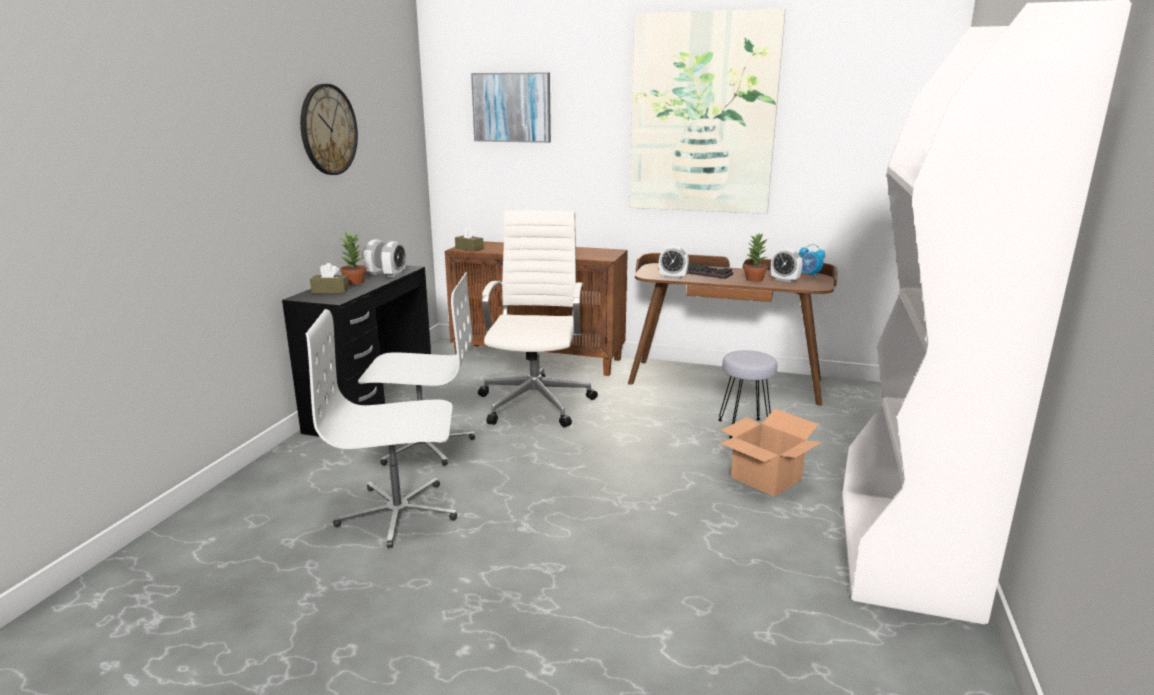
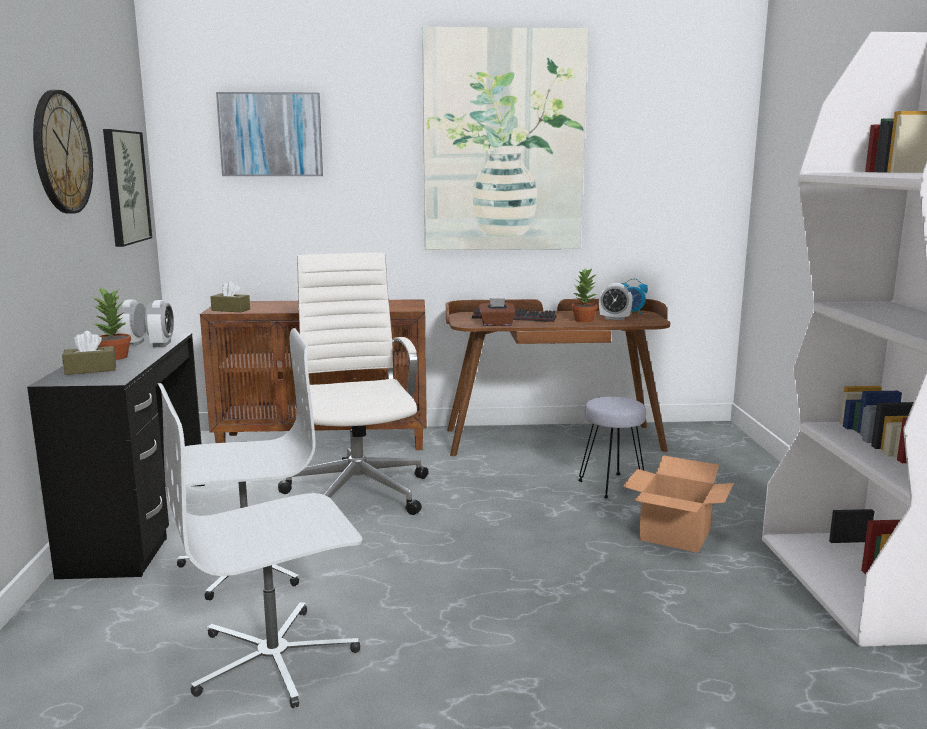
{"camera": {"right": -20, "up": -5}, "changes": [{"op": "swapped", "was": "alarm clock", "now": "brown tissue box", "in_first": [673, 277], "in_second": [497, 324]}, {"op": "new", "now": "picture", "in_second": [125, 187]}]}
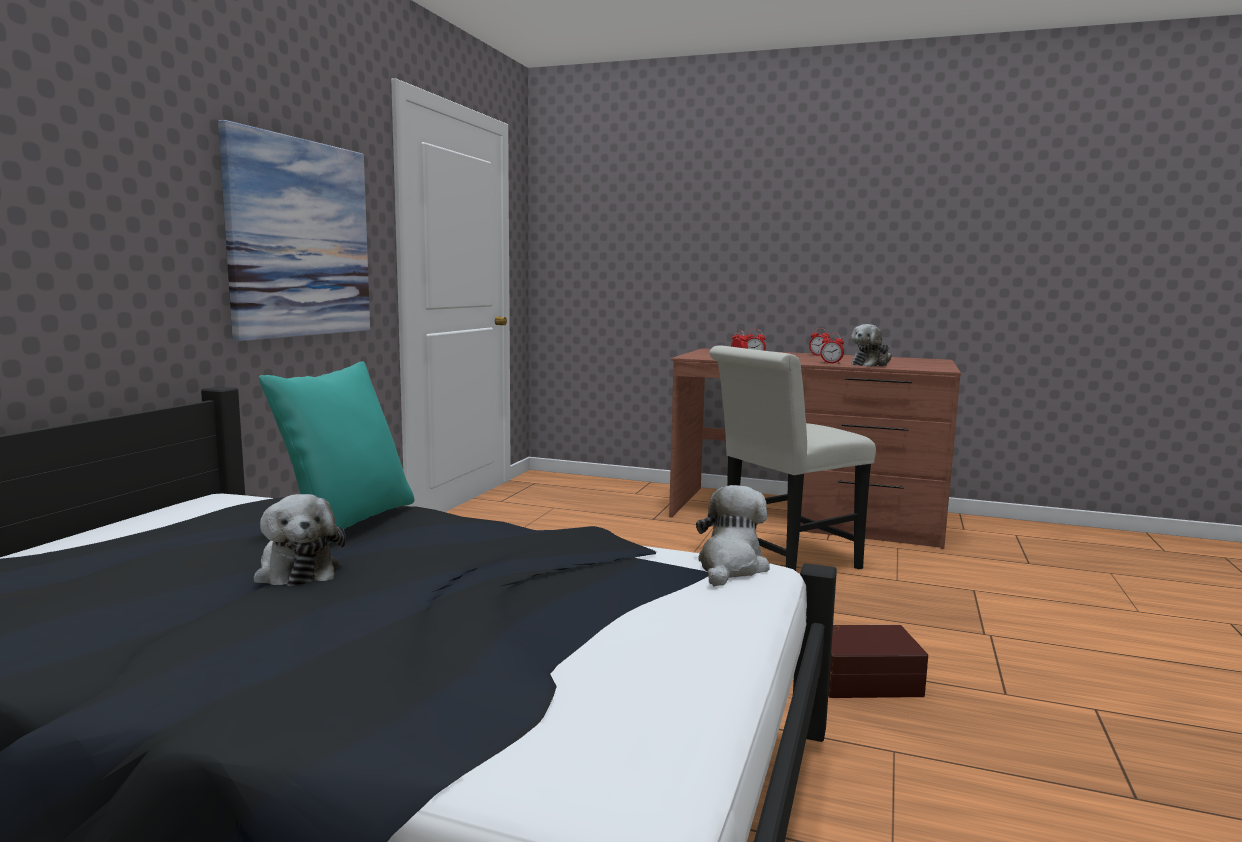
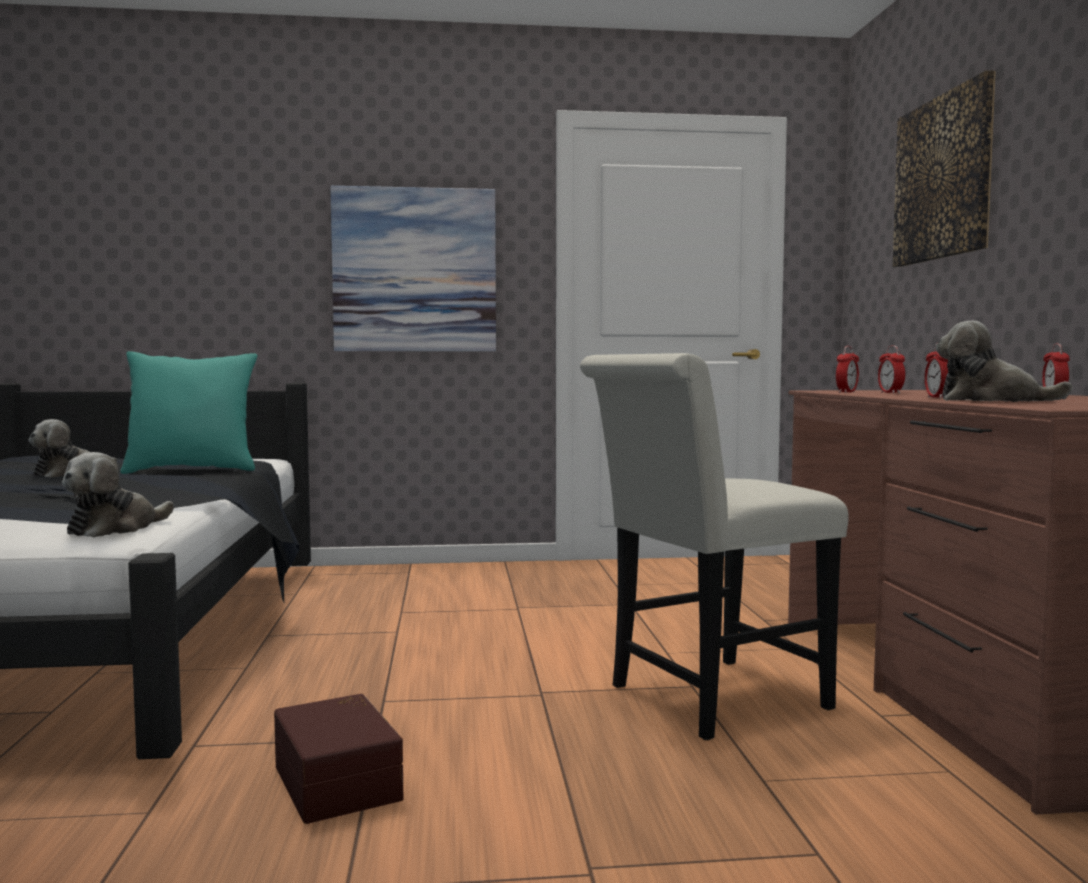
{"camera": {"right": 65, "up": -5}, "changes": [{"op": "rotated", "was": "white chair", "in_first": [782, 564], "in_second": [706, 699], "clockwise": -60}, {"op": "rotated", "was": "plush toy", "in_first": [730, 567], "in_second": [116, 528], "clockwise": 120}, {"op": "new", "now": "picture", "in_second": [943, 178]}]}
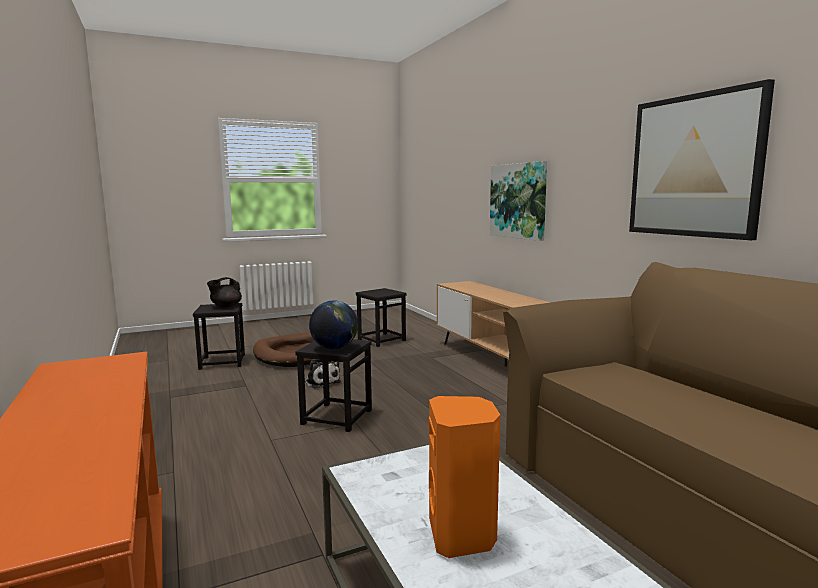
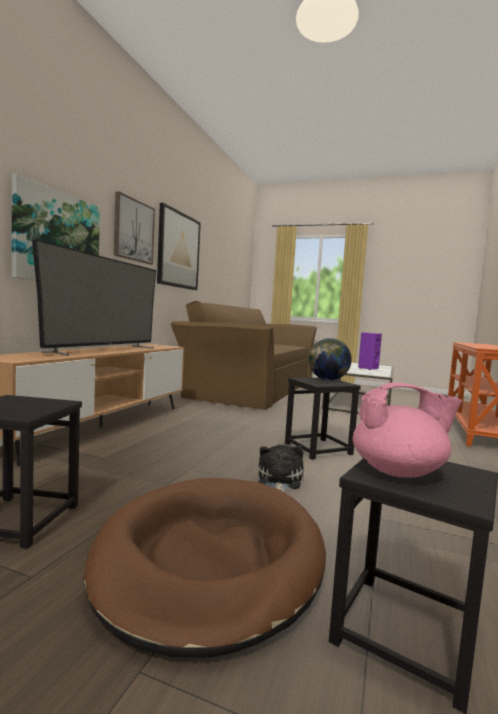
{"camera": {"right": -135, "up": -5}, "changes": [{"op": "repainted", "was": "black teapot", "now": "pink teapot", "in_first": [226, 306], "in_second": [399, 472]}, {"op": "repainted", "was": "orange speaker", "now": "purple speaker", "in_first": [463, 535], "in_second": [367, 368]}, {"op": "new", "now": "picture", "in_second": [133, 230]}, {"op": "new", "now": "television", "in_second": [104, 350]}]}
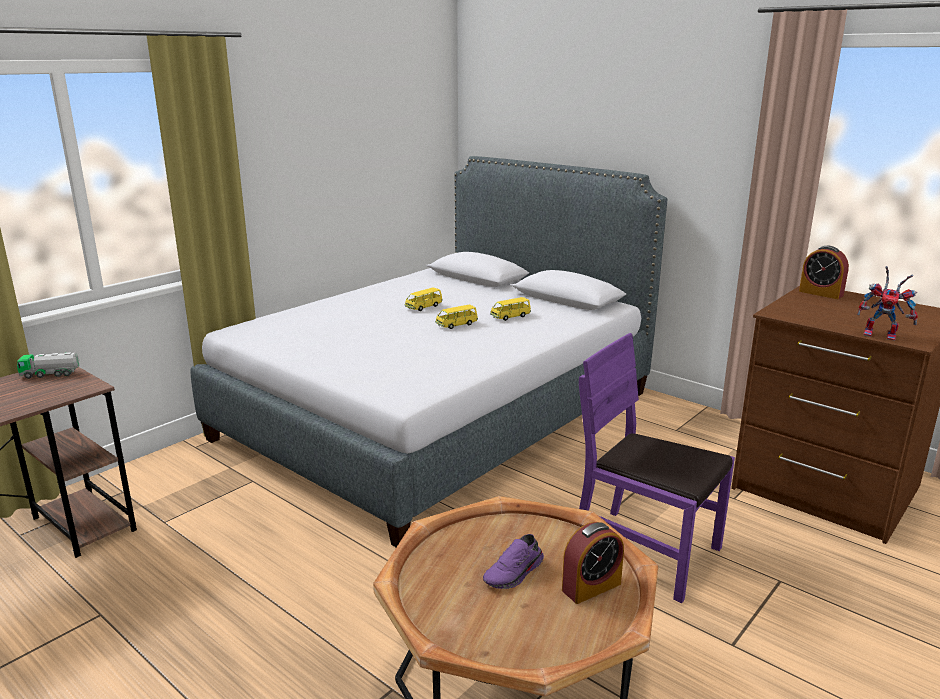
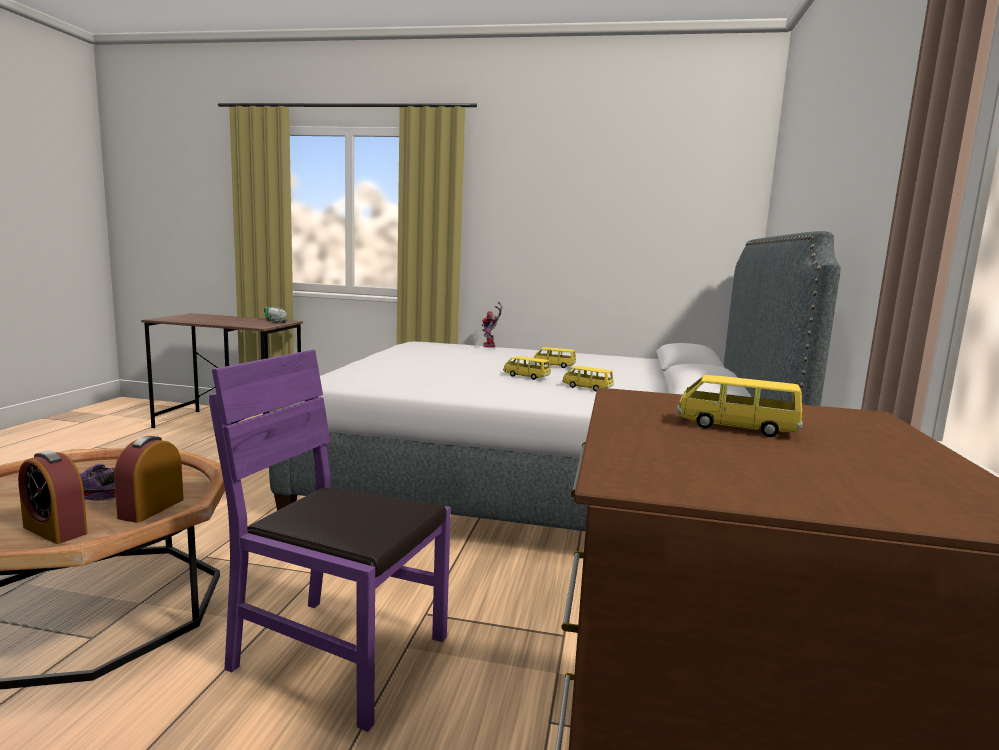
{"camera": {"right": 60, "up": -10}, "changes": [{"op": "shifted", "was": "alarm clock", "in_first": [821, 293], "in_second": [151, 509]}, {"op": "shifted", "was": "toy robot", "in_first": [882, 335], "in_second": [490, 346]}, {"op": "rotated", "was": "purple chair", "in_first": [646, 552], "in_second": [340, 655], "clockwise": -75}, {"op": "new", "now": "yellow toy car", "in_second": [736, 427]}]}
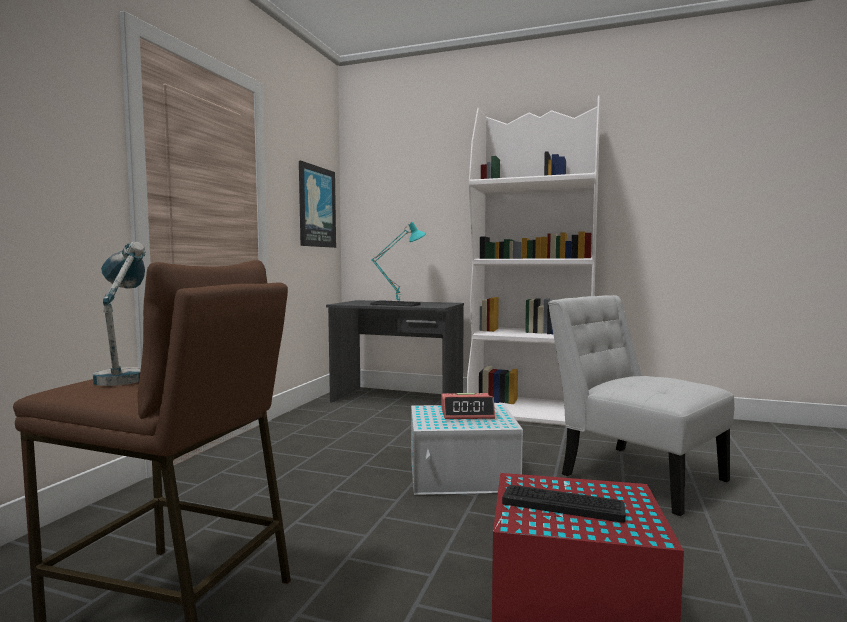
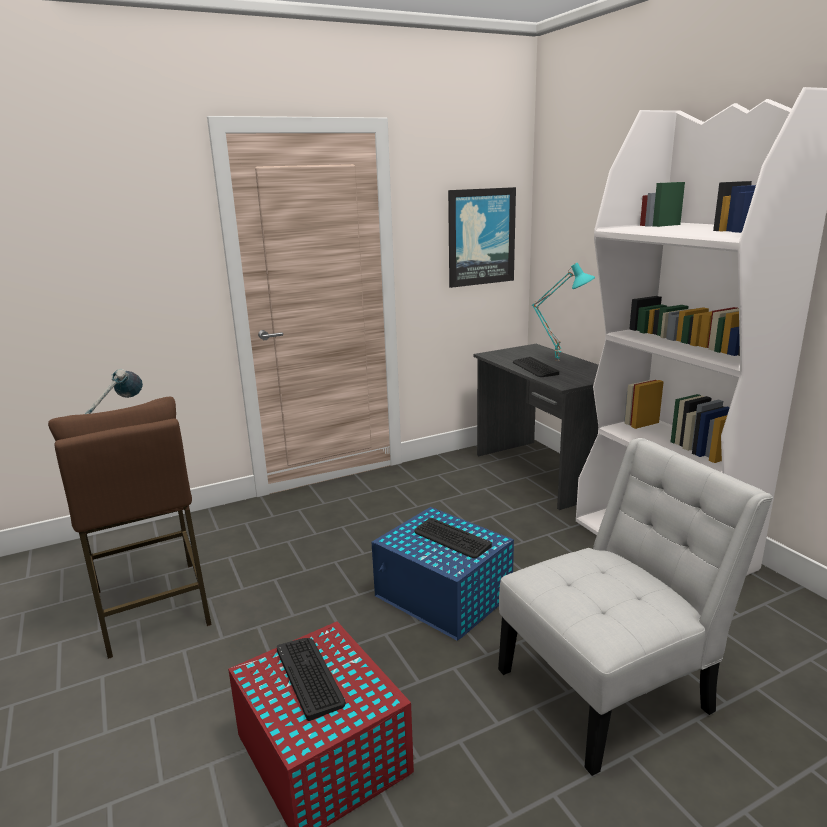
{"camera": {"right": 45, "up": 15}, "changes": [{"op": "rotated", "was": "white chair", "in_first": [635, 474], "in_second": [612, 686], "clockwise": 60}, {"op": "swapped", "was": "alarm clock", "now": "keyboard", "in_first": [467, 414], "in_second": [451, 539]}, {"op": "repainted", "was": "white storage box", "now": "blue storage box", "in_first": [464, 475], "in_second": [444, 596]}]}
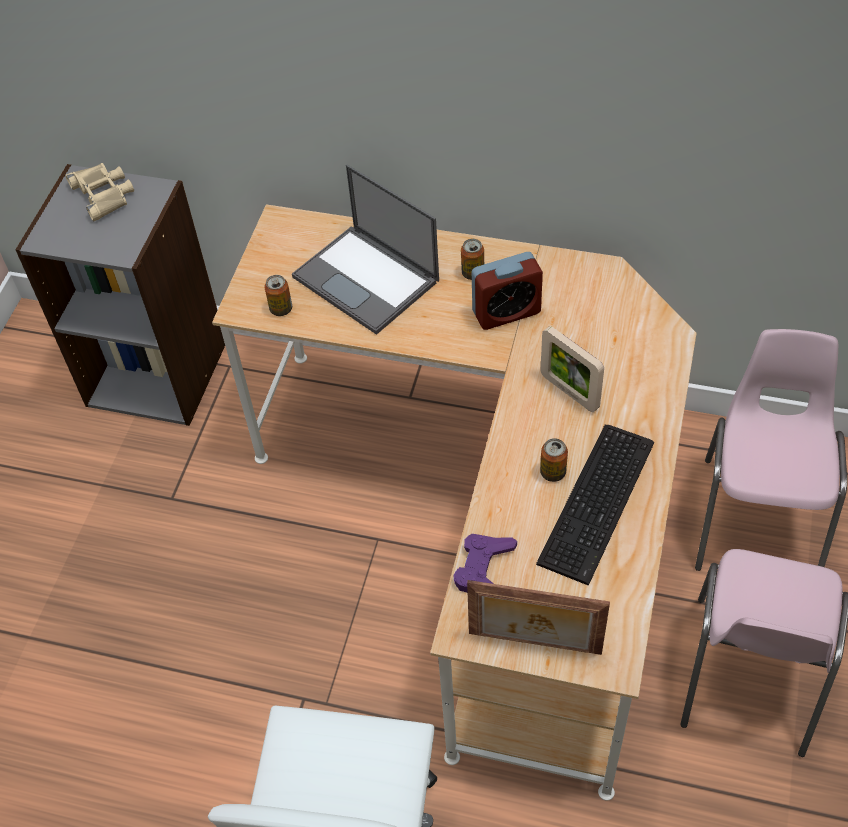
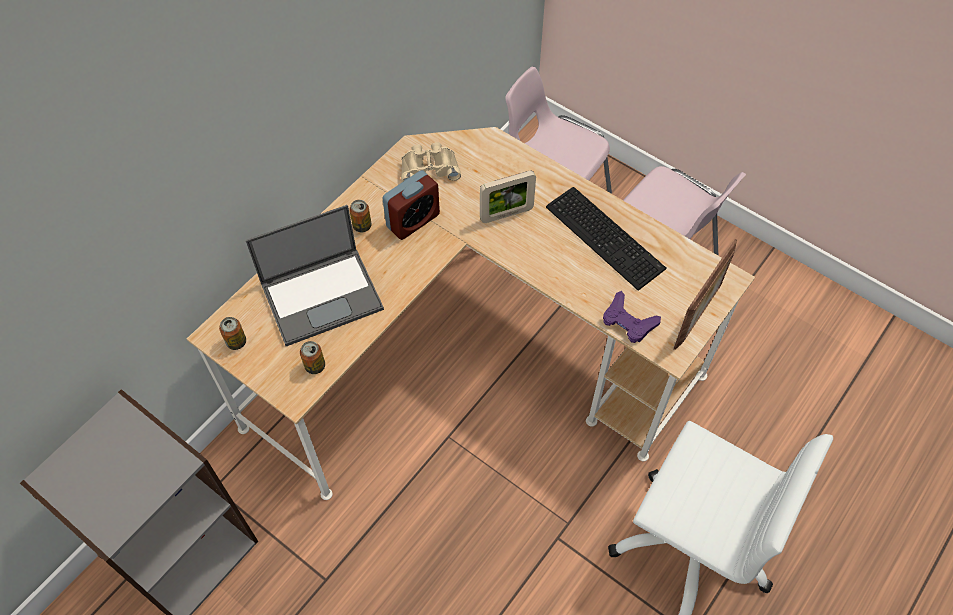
{"camera": {"right": -70, "up": 5}, "changes": [{"op": "shifted", "was": "beige binoculars", "in_first": [104, 194], "in_second": [429, 167]}, {"op": "rotated", "was": "alarm clock", "in_first": [506, 312], "in_second": [413, 221], "clockwise": 45}, {"op": "shifted", "was": "can", "in_first": [553, 472], "in_second": [236, 342]}]}
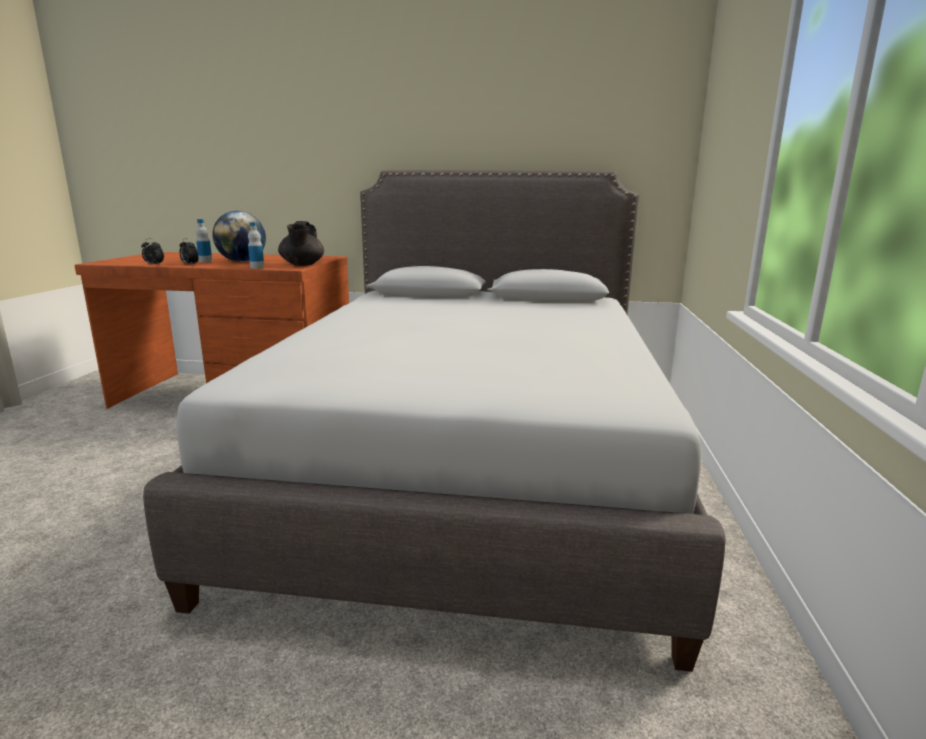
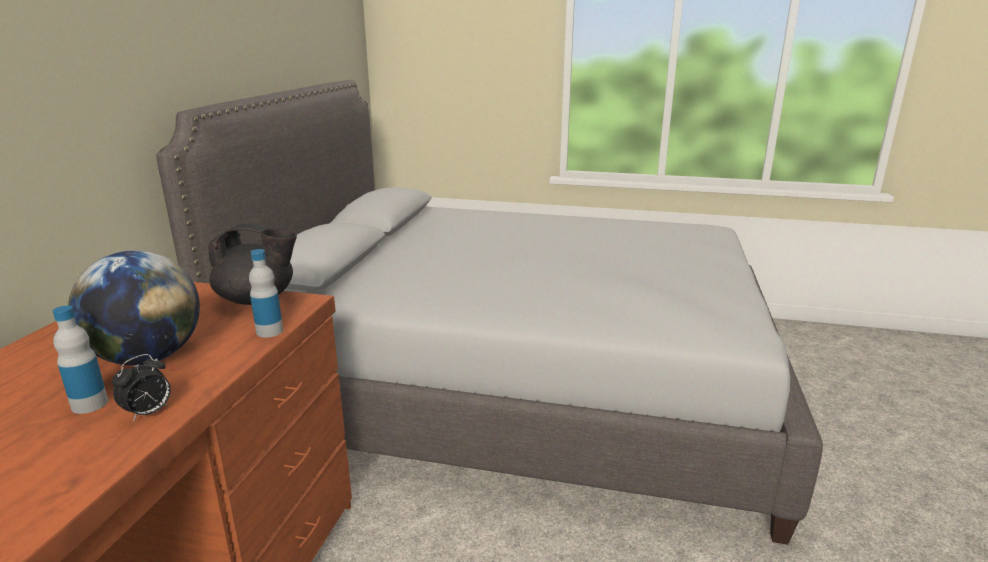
{"camera": {"right": -85, "up": 5}, "changes": [{"op": "gone", "was": "alarm clock", "in_first": [153, 265]}]}
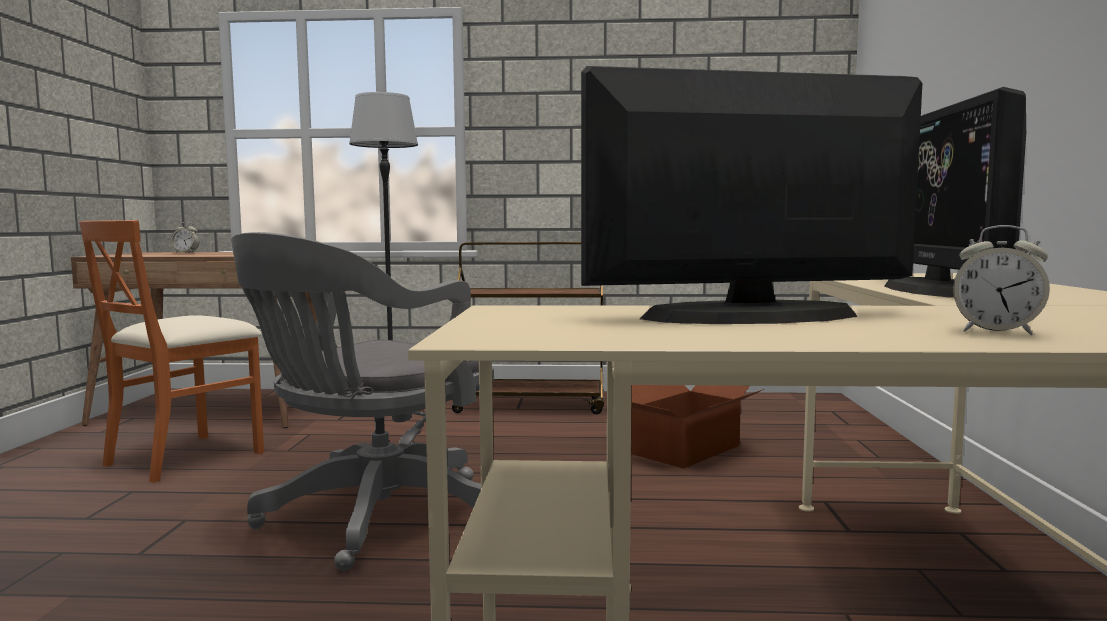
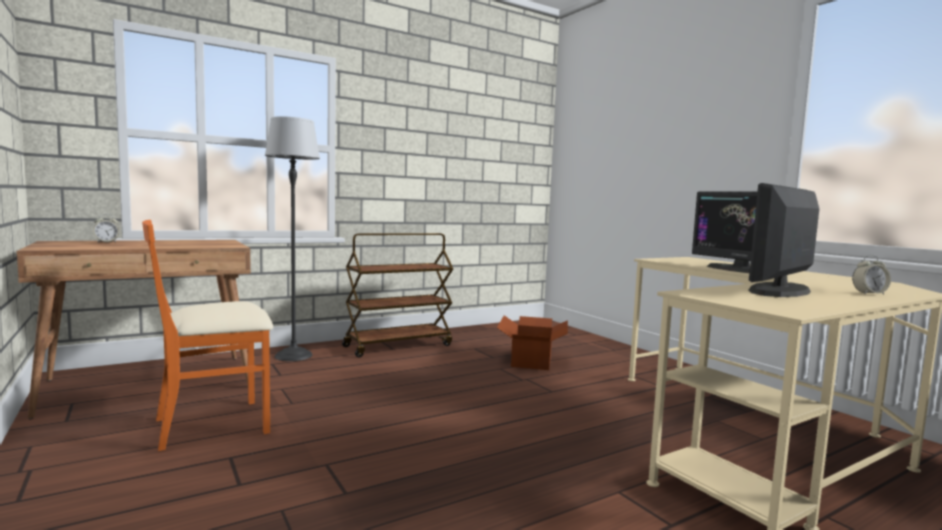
{"camera": {"right": -35, "up": 0}, "changes": [{"op": "rotated", "was": "orange chair", "in_first": [185, 457], "in_second": [214, 424], "clockwise": 60}, {"op": "gone", "was": "grey office chair", "in_first": [371, 519]}]}
